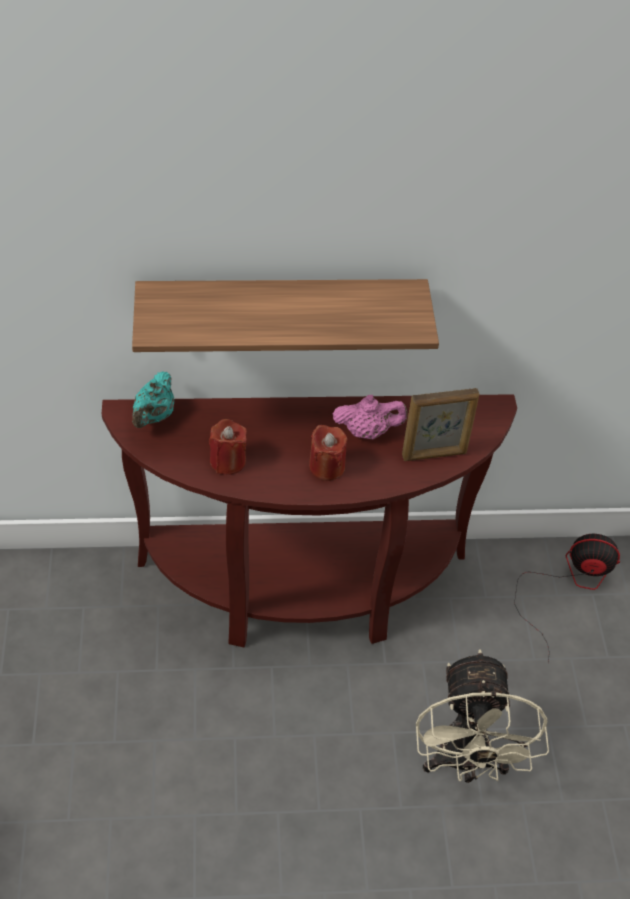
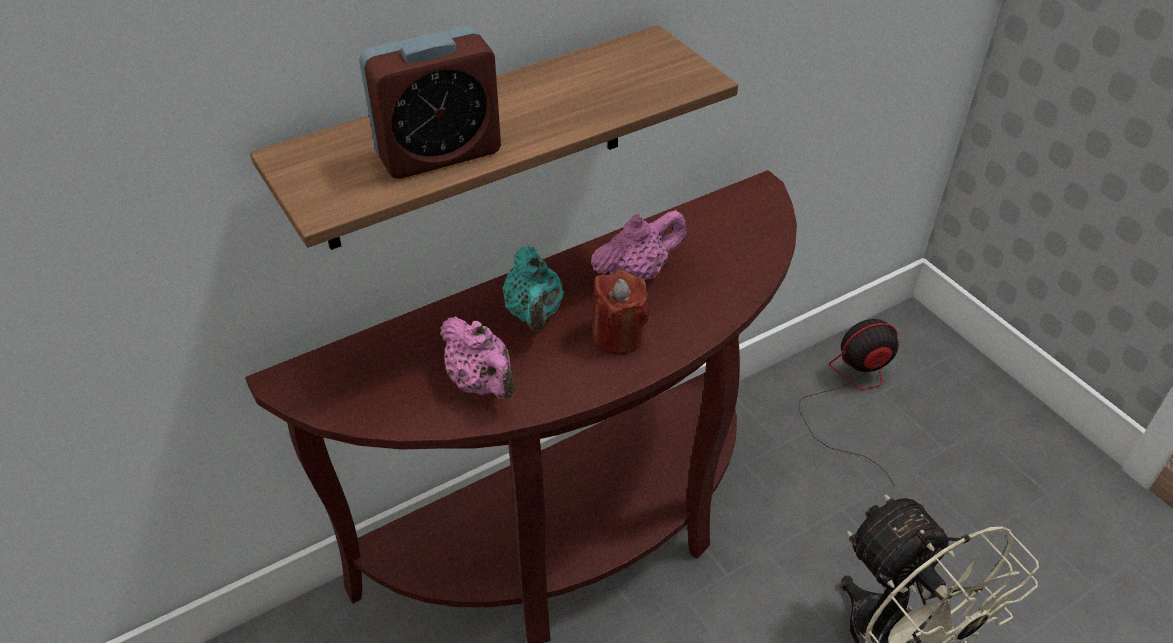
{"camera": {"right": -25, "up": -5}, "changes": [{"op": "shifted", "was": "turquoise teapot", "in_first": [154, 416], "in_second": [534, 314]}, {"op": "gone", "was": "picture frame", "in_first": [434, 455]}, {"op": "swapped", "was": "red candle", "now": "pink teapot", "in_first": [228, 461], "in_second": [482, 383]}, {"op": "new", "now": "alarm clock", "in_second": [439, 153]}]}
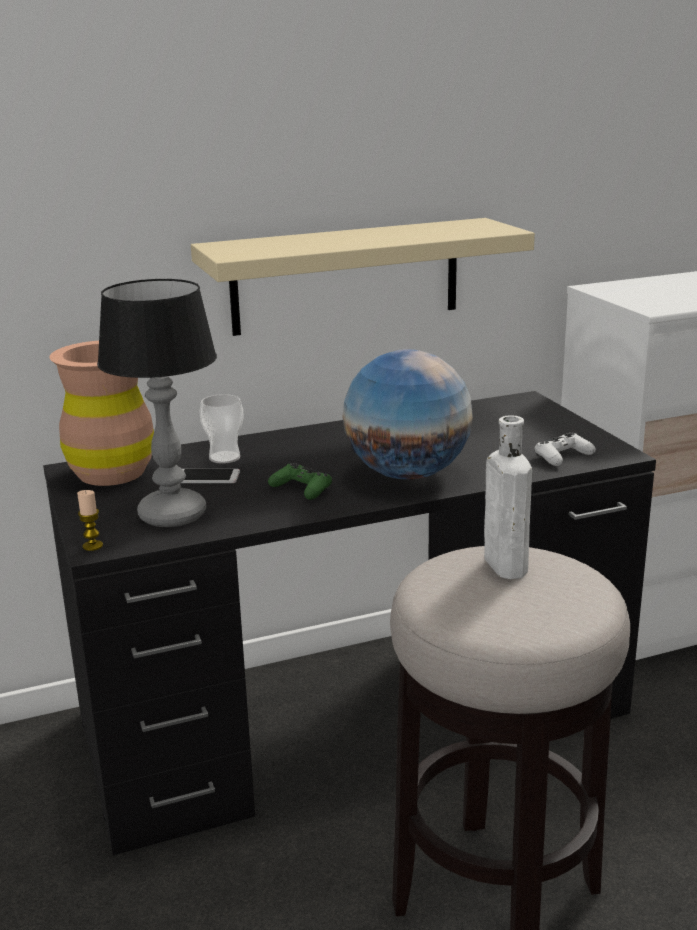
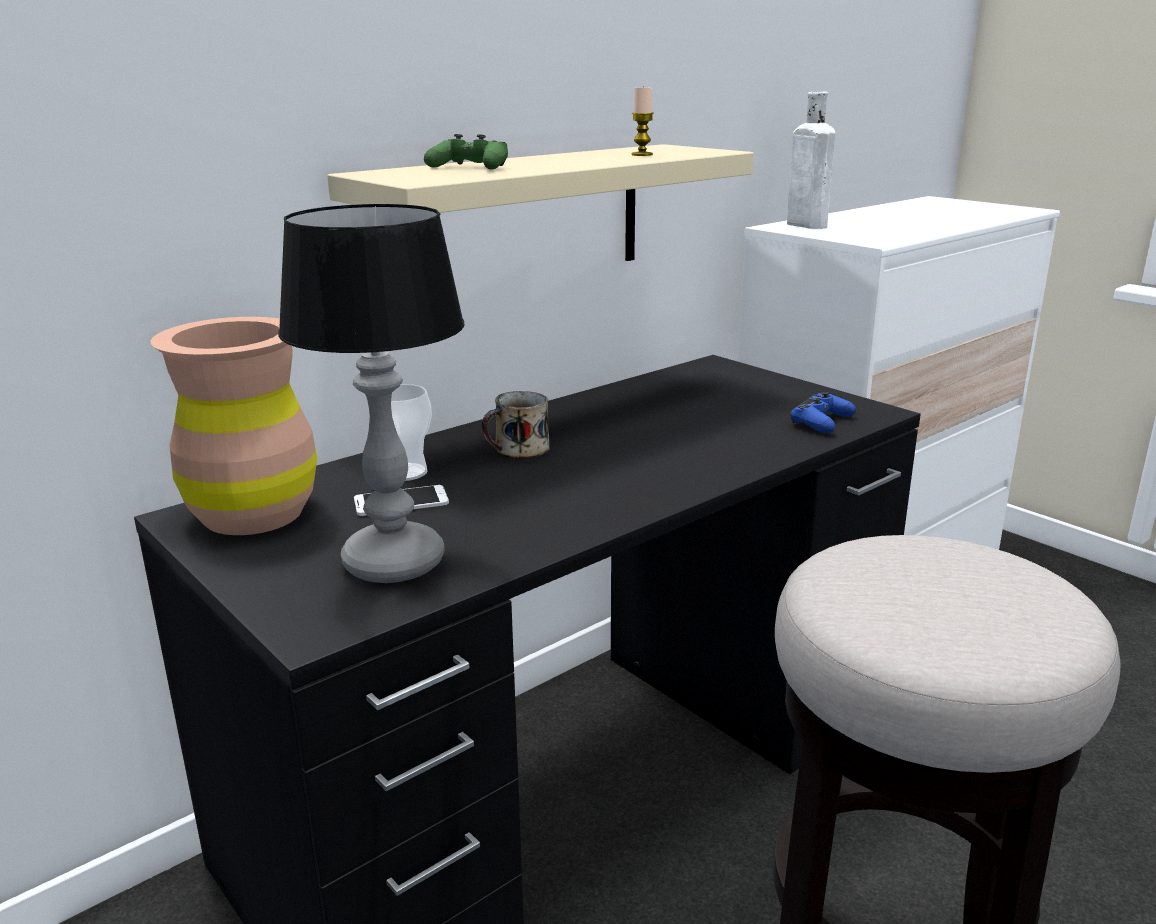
{"camera": {"right": -20, "up": 0}, "changes": [{"op": "gone", "was": "globe", "in_first": [406, 474]}, {"op": "shifted", "was": "white bottle", "in_first": [503, 564], "in_second": [804, 225]}, {"op": "repainted", "was": "white game controller", "now": "blue game controller", "in_first": [563, 457], "in_second": [821, 422]}, {"op": "shifted", "was": "green game controller", "in_first": [301, 489], "in_second": [469, 167]}, {"op": "shifted", "was": "candle", "in_first": [92, 546], "in_second": [642, 154]}, {"op": "new", "now": "mug", "in_second": [519, 449]}]}
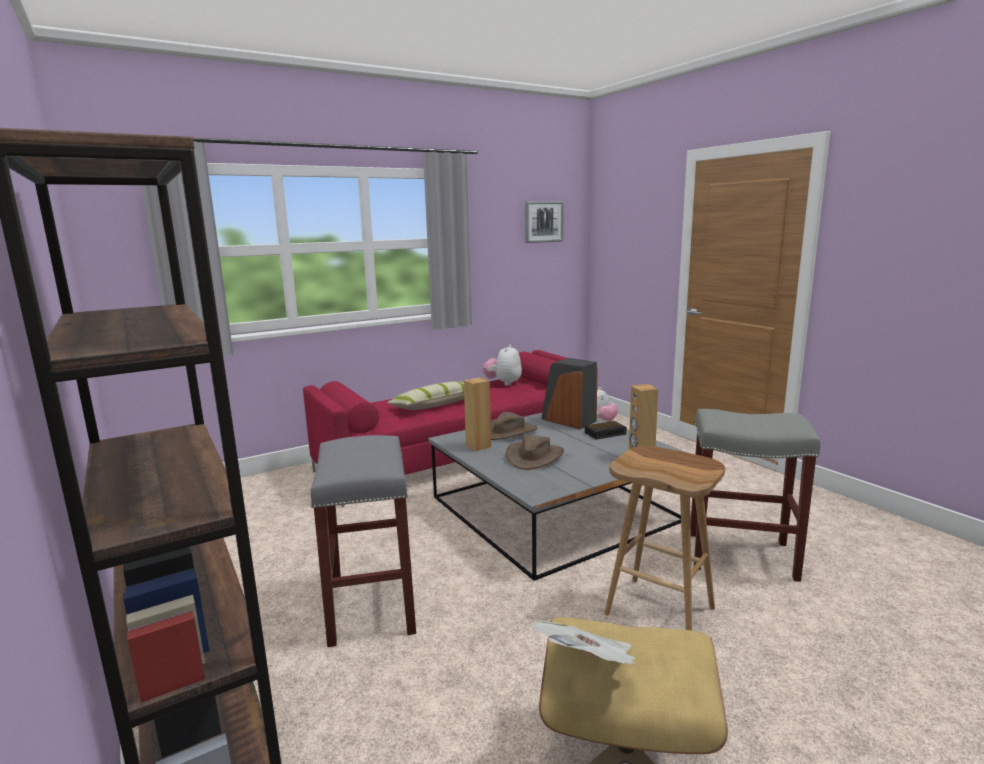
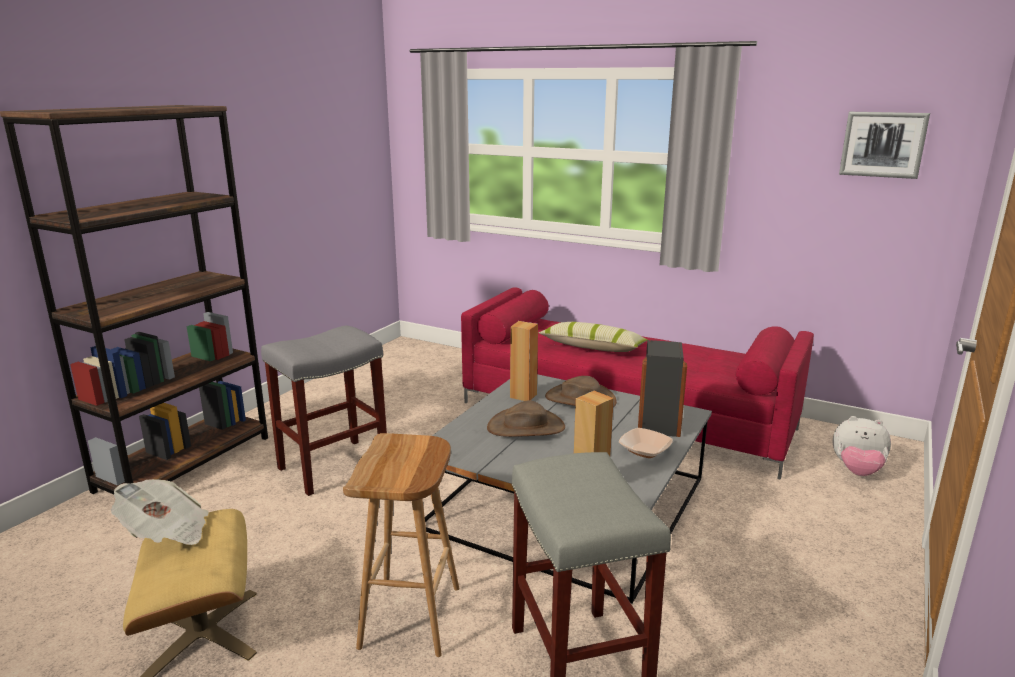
{"camera": {"right": 60, "up": 5}, "changes": [{"op": "gone", "was": "plush toy", "in_first": [503, 383]}, {"op": "swapped", "was": "alarm clock", "now": "bowl", "in_first": [606, 433], "in_second": [645, 450]}]}
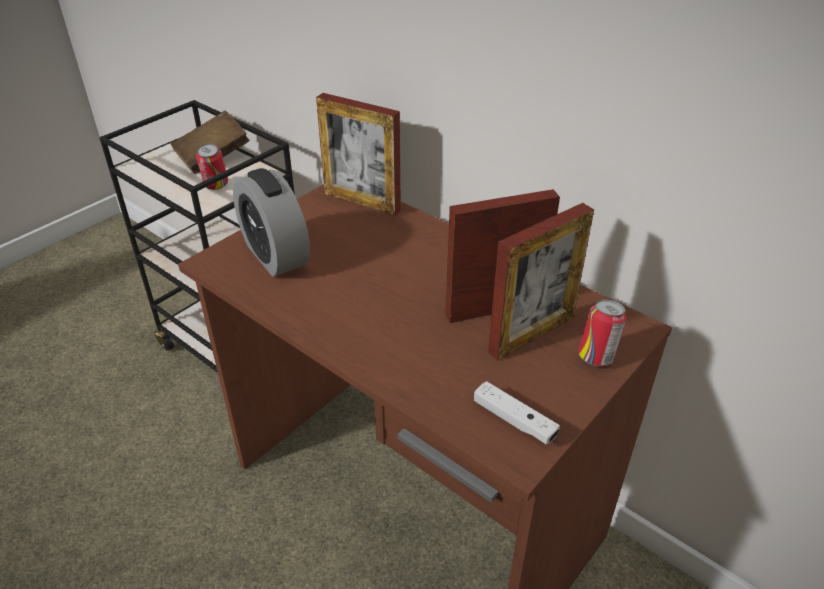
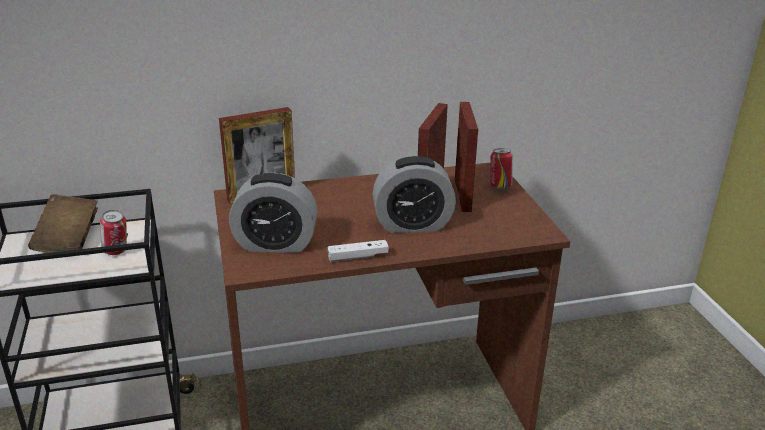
{"camera": {"right": -55, "up": -10}, "changes": [{"op": "shifted", "was": "white game controller", "in_first": [514, 420], "in_second": [358, 256]}, {"op": "new", "now": "alarm clock", "in_second": [412, 225]}]}
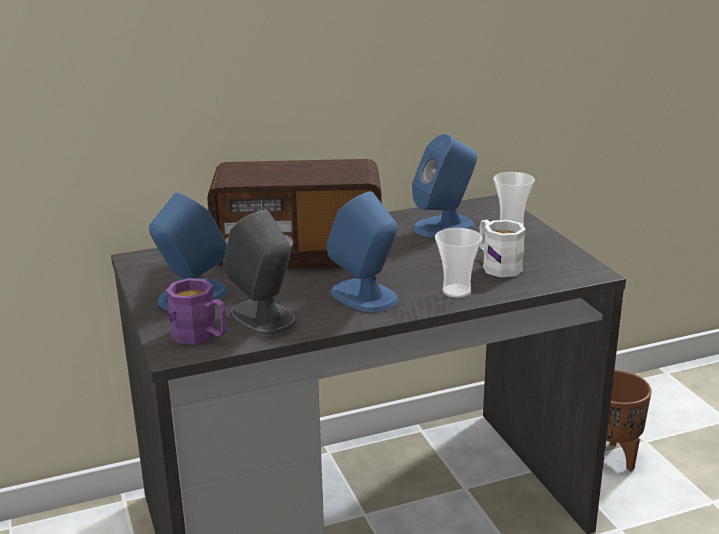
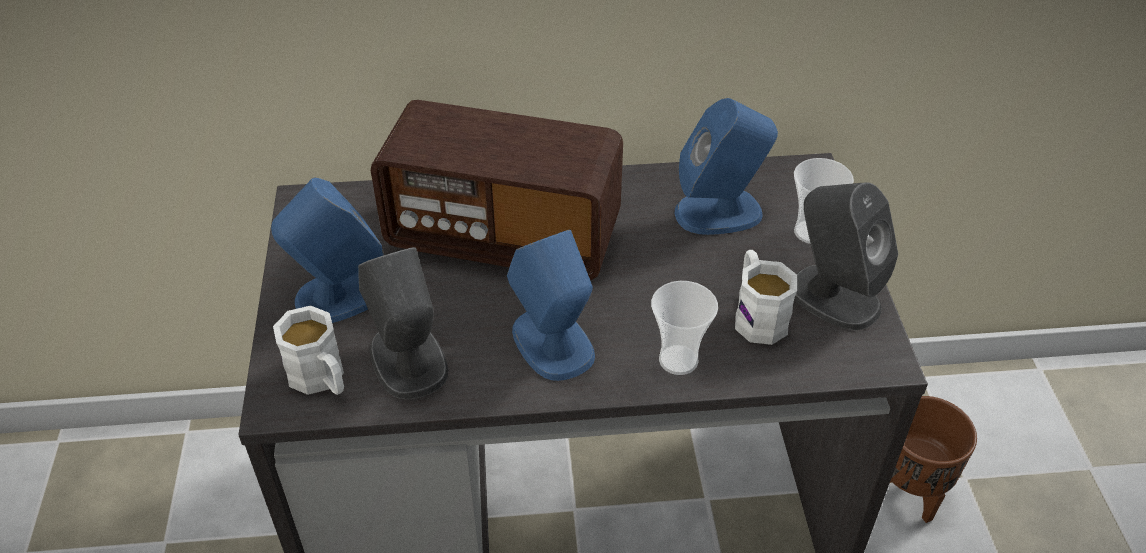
{"camera": {"right": 15, "up": 20}, "changes": [{"op": "repainted", "was": "purple mug", "now": "white mug", "in_first": [201, 336], "in_second": [322, 379]}, {"op": "new", "now": "grey speaker", "in_second": [832, 297]}]}
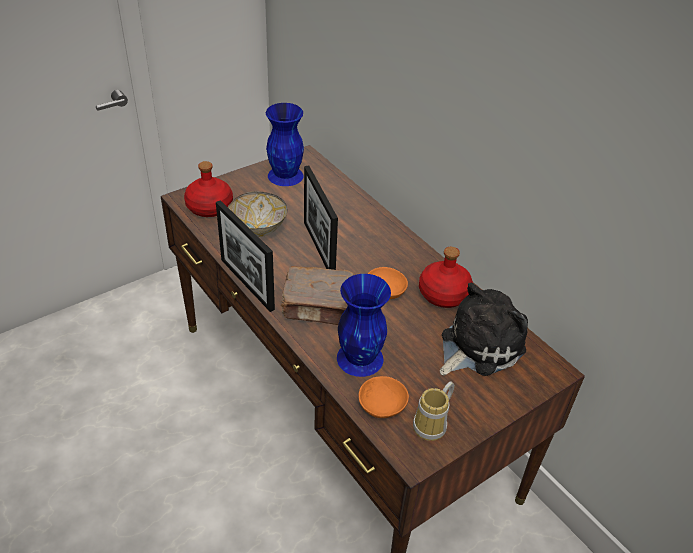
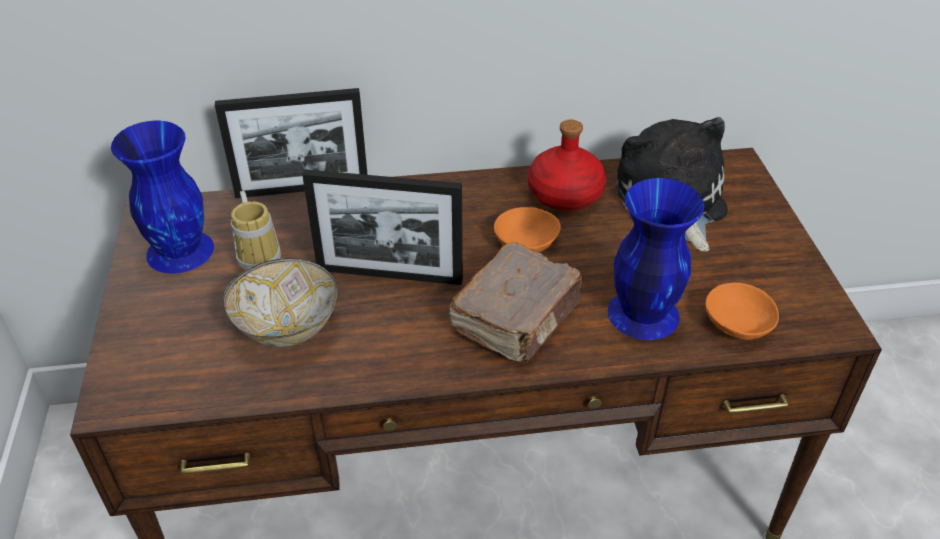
{"camera": {"right": -60, "up": 0}, "changes": [{"op": "gone", "was": "red bottle", "in_first": [210, 207]}, {"op": "shifted", "was": "picture frame", "in_first": [247, 284], "in_second": [302, 189]}, {"op": "shifted", "was": "mug", "in_first": [433, 425], "in_second": [260, 255]}]}
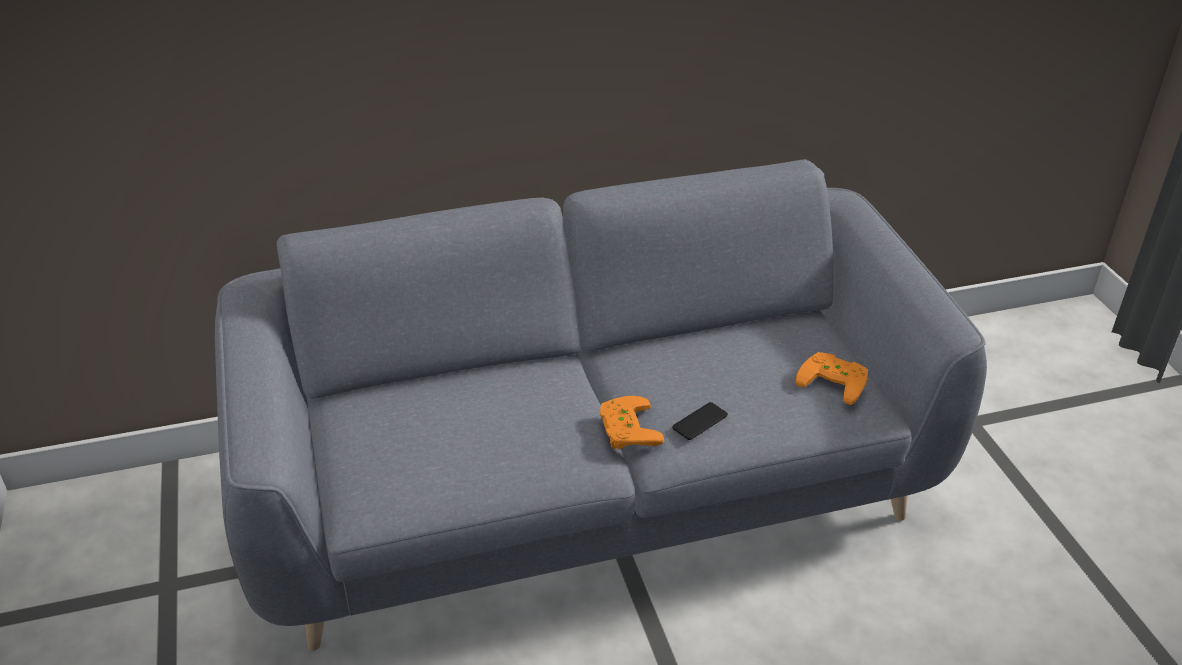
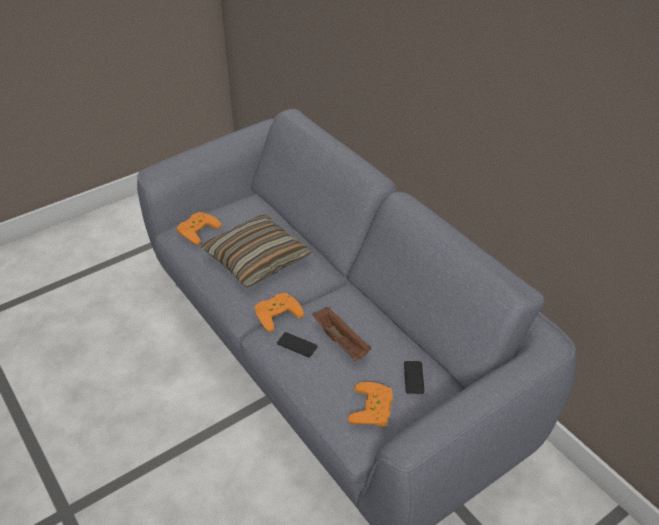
{"camera": {"right": 70, "up": 5}, "changes": [{"op": "new", "now": "orange game controller", "in_second": [196, 229]}, {"op": "new", "now": "pillow", "in_second": [257, 259]}, {"op": "new", "now": "brown tray", "in_second": [342, 342]}, {"op": "new", "now": "phone", "in_second": [413, 377]}]}
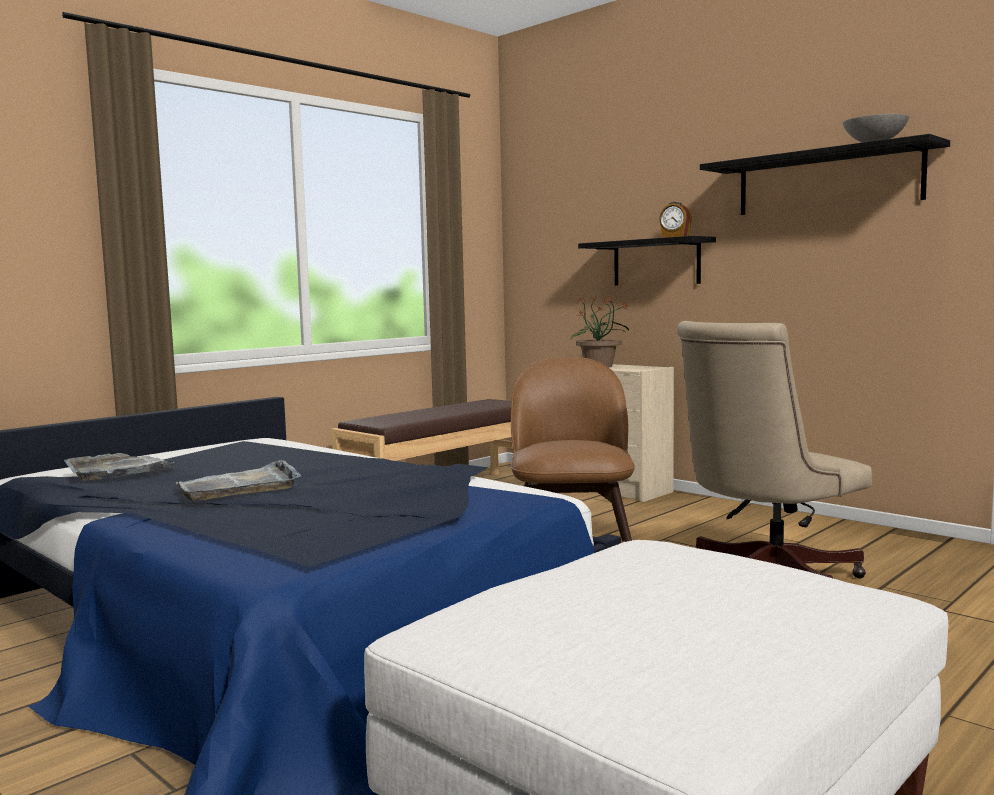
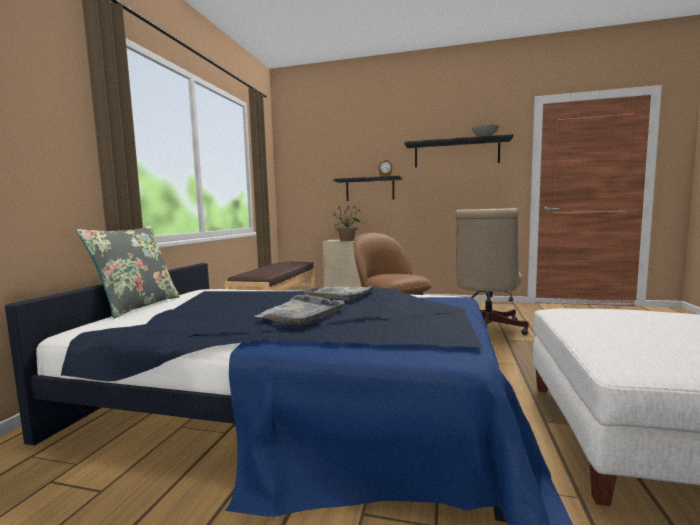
{"camera": {"right": -30, "up": 0}, "changes": [{"op": "shifted", "was": "grey tray", "in_first": [118, 470], "in_second": [340, 294]}, {"op": "new", "now": "grey pillow", "in_second": [137, 306]}]}
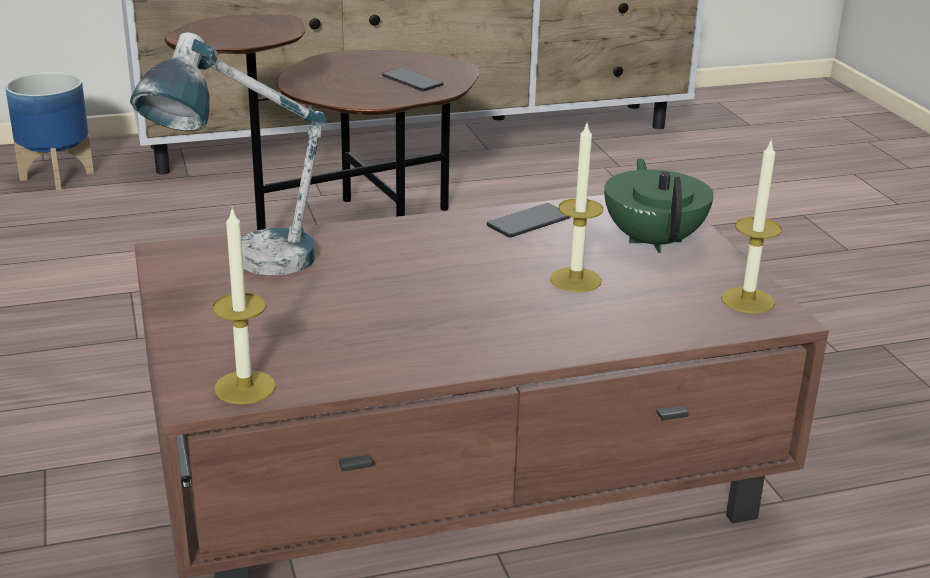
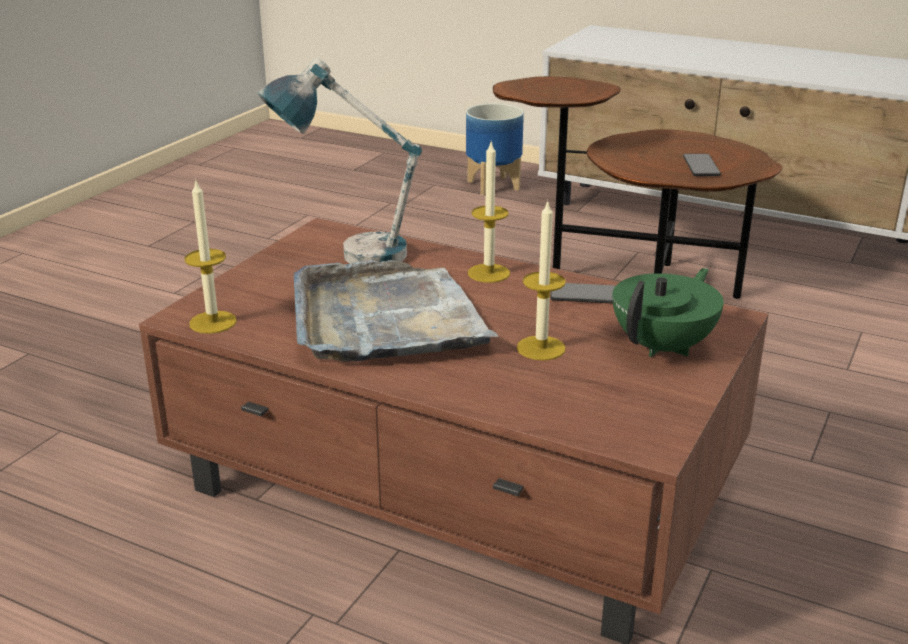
{"camera": {"right": 45, "up": 0}, "changes": [{"op": "shifted", "was": "candle", "in_first": [747, 300], "in_second": [488, 273]}, {"op": "new", "now": "grey tray", "in_second": [386, 318]}]}
